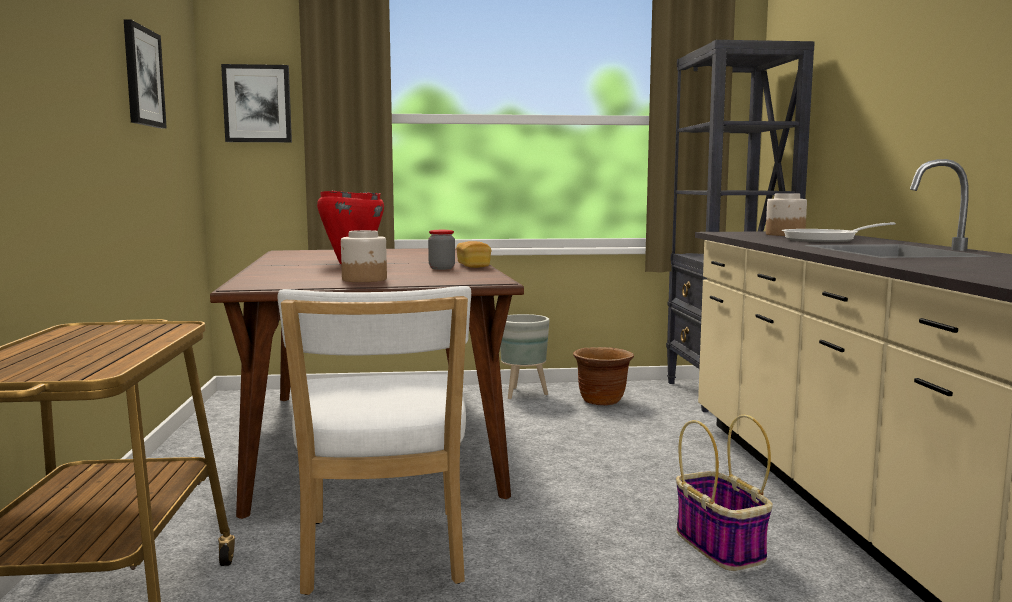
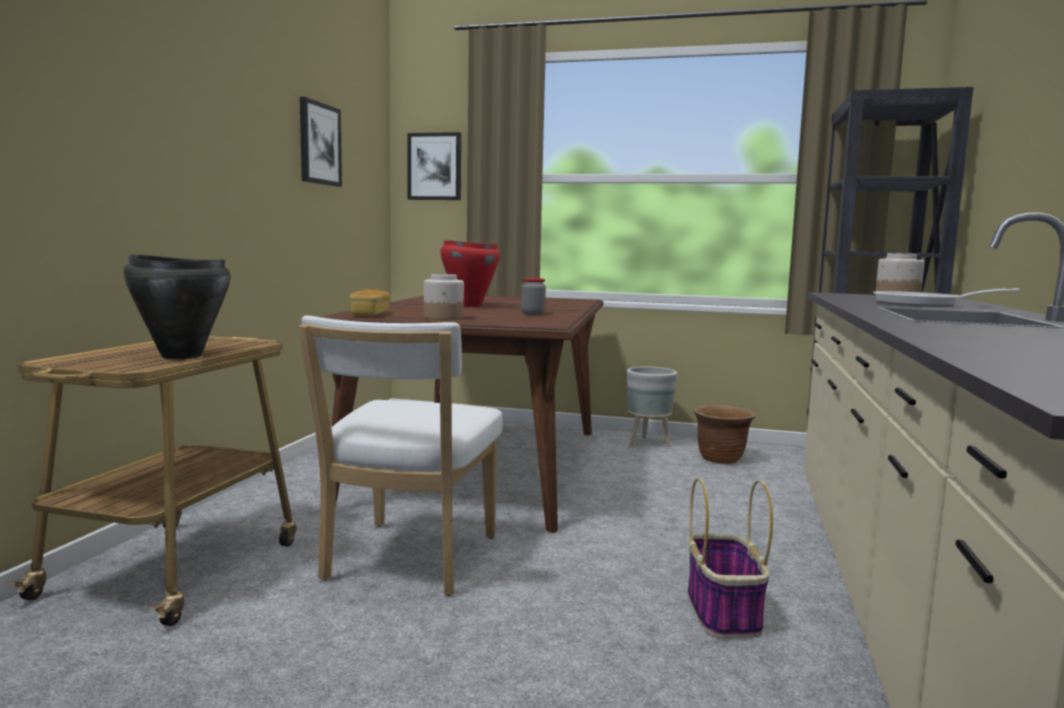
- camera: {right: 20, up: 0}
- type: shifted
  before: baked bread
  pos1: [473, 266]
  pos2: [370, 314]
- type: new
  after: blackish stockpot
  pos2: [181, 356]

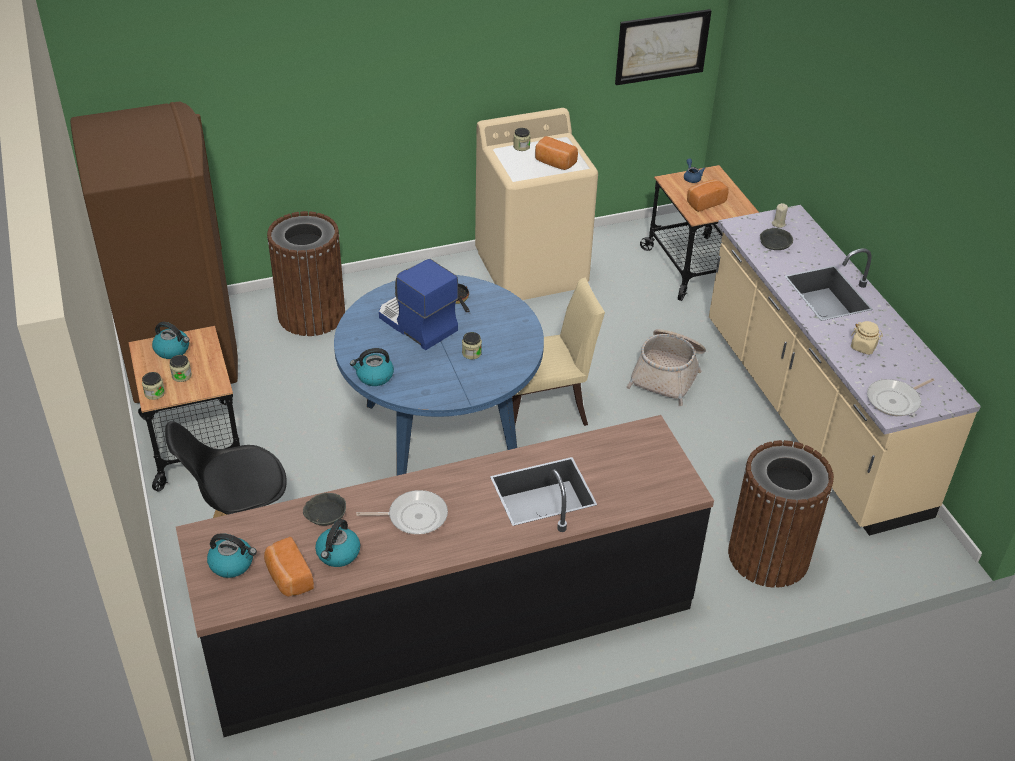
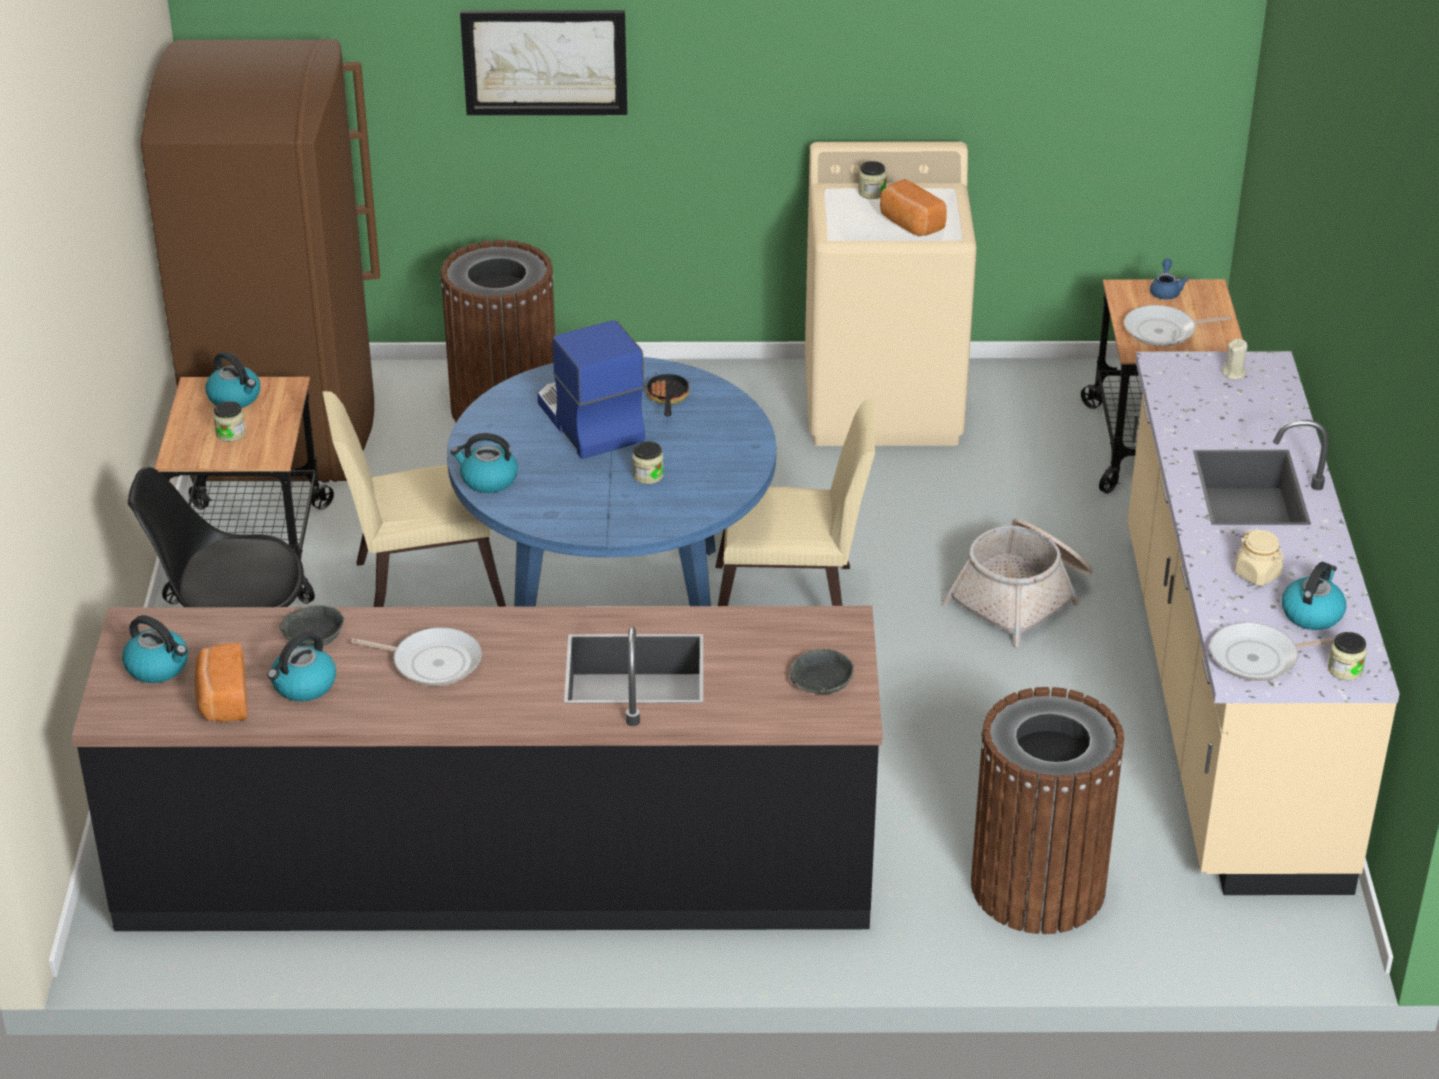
- camera: {right: 20, up: -5}
- type: shifted
  before: jar
  pos1: [154, 393]
  pos2: [1345, 670]
- type: shifted
  before: wall picture
  pos1: [662, 46]
  pos2: [545, 61]
- type: swapped
  before: baked bread
  after: skillet
  pos1: [704, 202]
  pos2: [1164, 331]
- type: shifted
  before: greyish serving bowl
  pos1: [774, 244]
  pos2: [820, 680]
- type: new
  after: beige-coloured chair
  pos2: [418, 589]
- type: new
  after: water kettle
  pos2: [1312, 613]

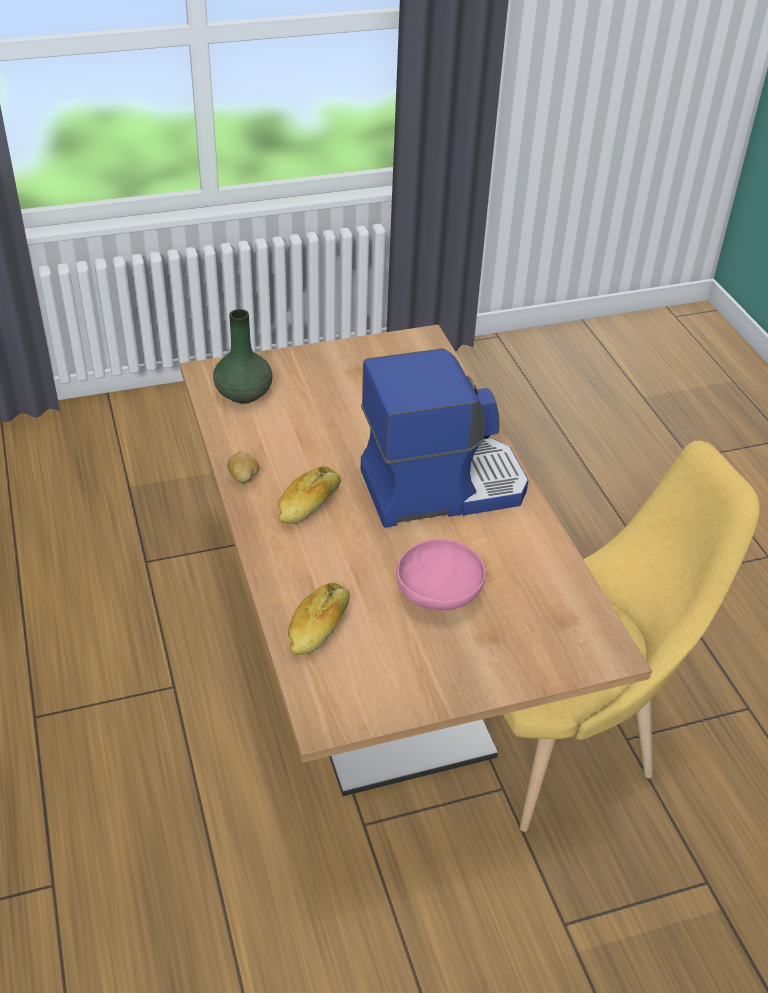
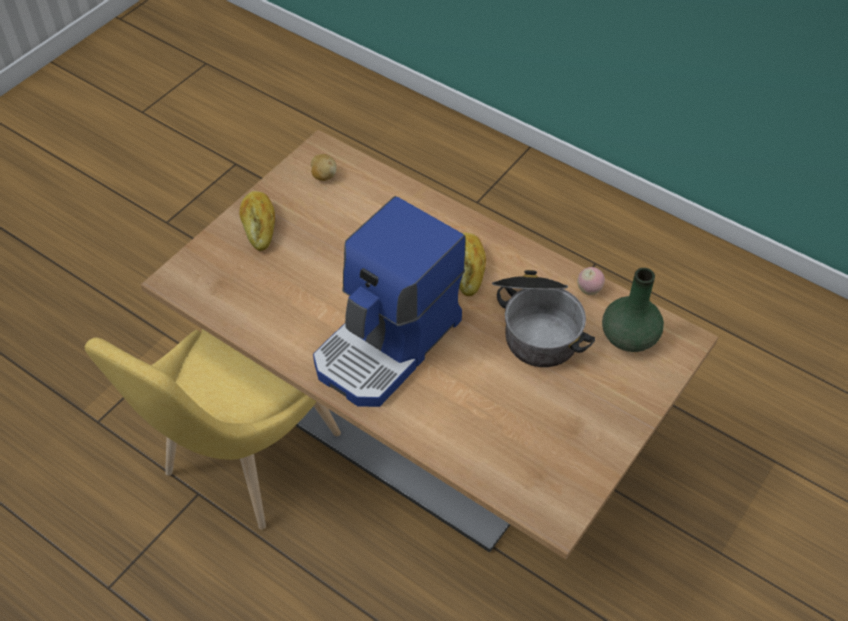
- camera: {right: 145, up: 10}
- type: shifted
  before: spud
  pos1: [243, 478]
  pos2: [323, 176]
- type: shifted
  before: baked bread
  pos1: [319, 627]
  pos2: [259, 226]
- type: gone
  before: pink-coloured serving bowl
  pos1: [439, 595]
- type: new
  after: stockpot
  pos2: [537, 327]
- type: new
  after: apple fruit
  pos2: [589, 290]

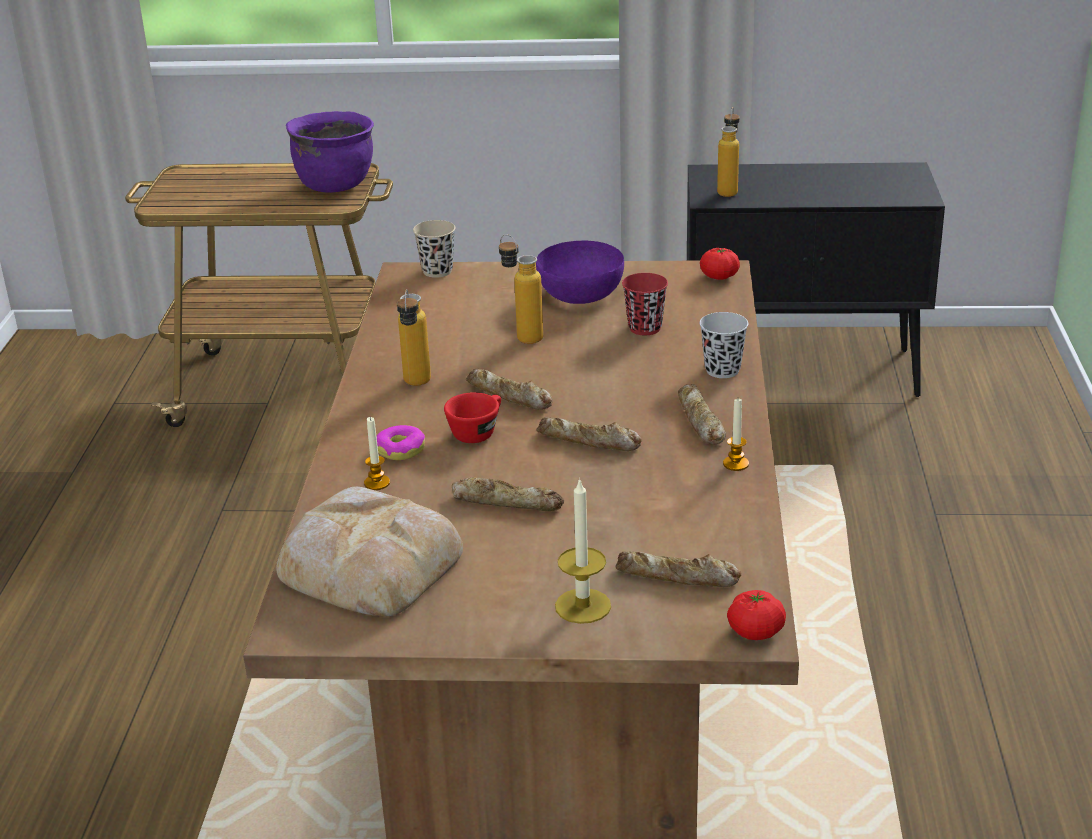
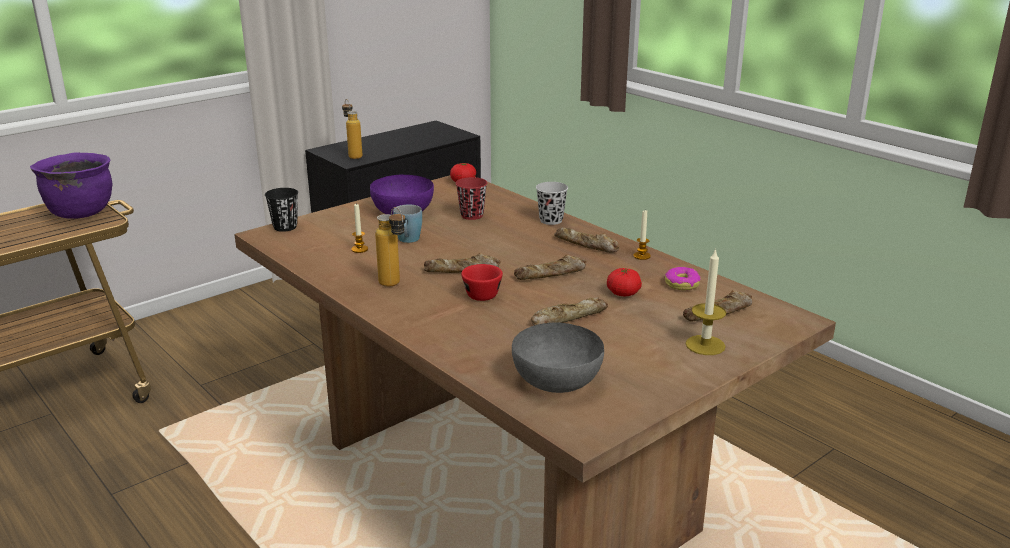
- camera: {right: -45, up: -5}
- type: swapped
  before: baked bread
  after: greyish serving bowl
  pos1: [369, 562]
  pos2: [555, 380]
- type: shifted
  before: wax light
  pos1: [377, 483]
  pos2: [359, 249]
- type: shifted
  before: doughnut
  pos1: [401, 450]
  pos2: [682, 284]
- type: repainted
  before: beige-coloured drinking cup
  after: blackish drinking cup
  pos1: [437, 271]
  pos2: [285, 227]
- type: swapped
  before: bottle
  after: blue-coloured tea mug
  pos1: [522, 335]
  pos2: [408, 240]
- type: shifted
  before: tomato
  pos1: [755, 631]
  pos2: [623, 293]

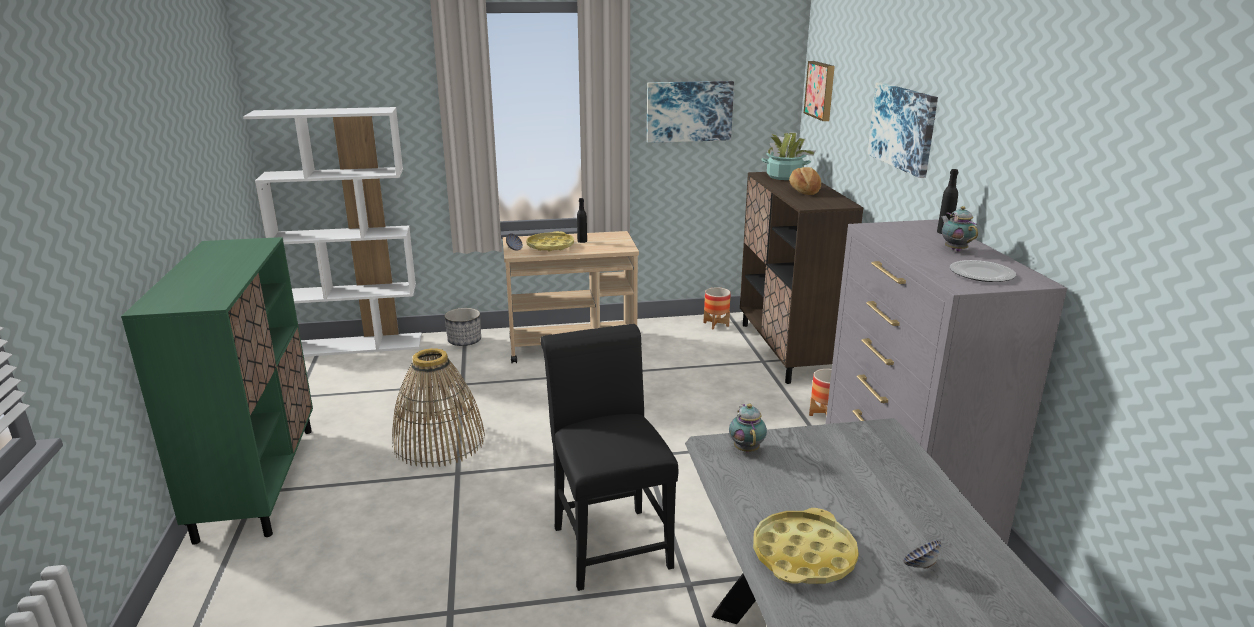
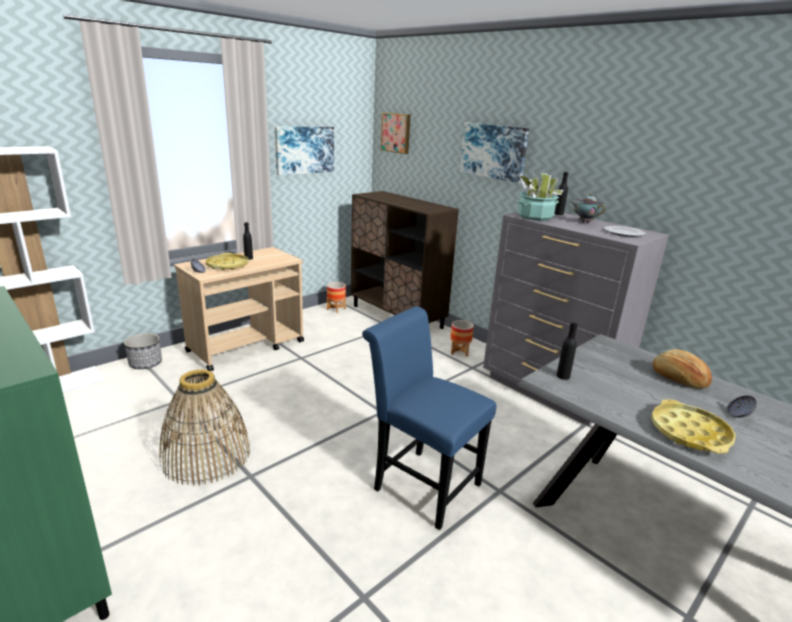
- camera: {right: -35, up: 0}
- type: repainted
  before: blackish chair
  after: blue-coloured chair
  pos1: [608, 541]
  pos2: [421, 483]
- type: swapped
  before: tea pot
  after: blackish bottle
  pos1: [746, 448]
  pos2: [563, 376]
- type: shifted
  before: plant in a pot
  pos1: [784, 176]
  pos2: [535, 217]
- type: shifted
  before: baked bread
  pos1: [804, 191]
  pos2: [678, 379]

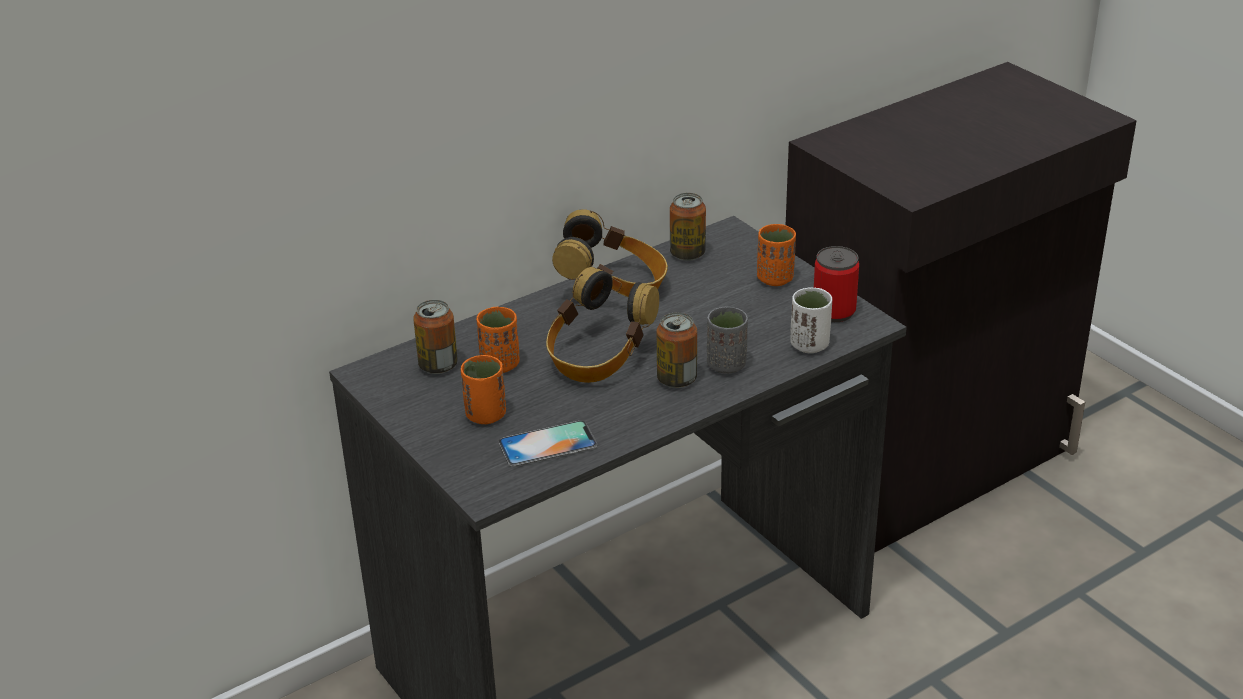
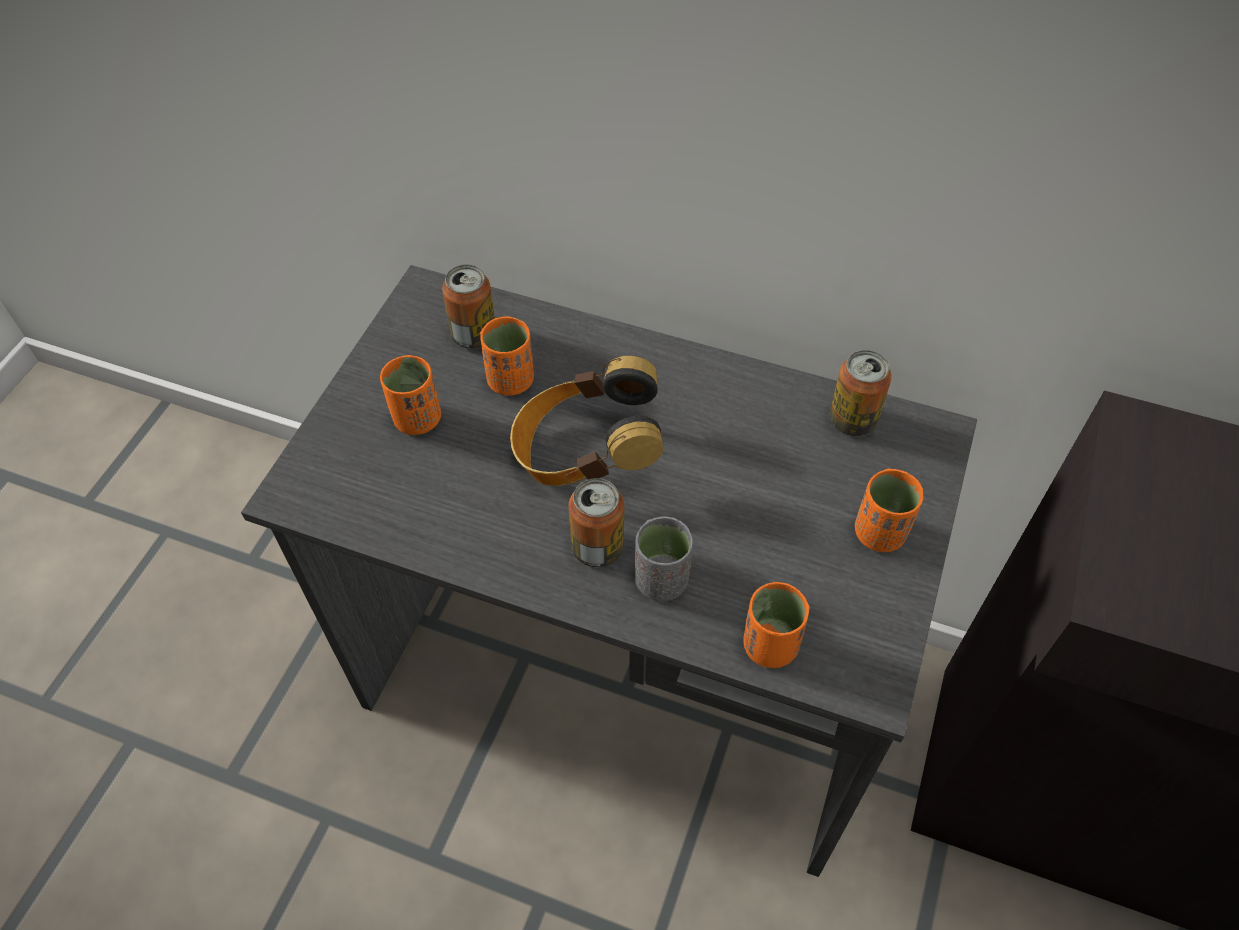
- camera: {right: 55, up: 20}
- type: gone
  before: telephone
  pos1: [547, 444]
- type: gone
  before: headset
  pos1: [614, 288]
- type: repainted
  before: white-coloured drinking cup
  after: orangey drinking cup
  pos1: [809, 345]
  pos2: [770, 645]
- type: gone
  before: can
  pos1: [834, 311]

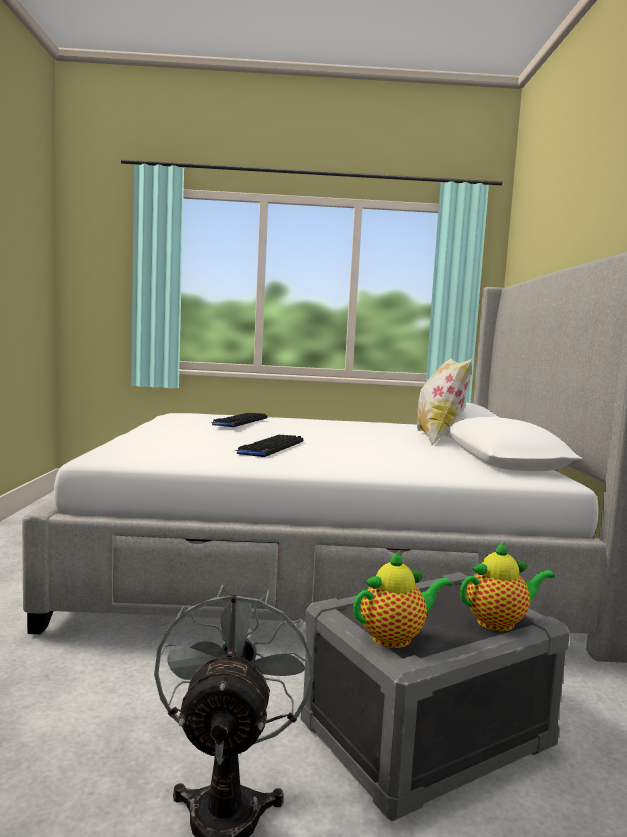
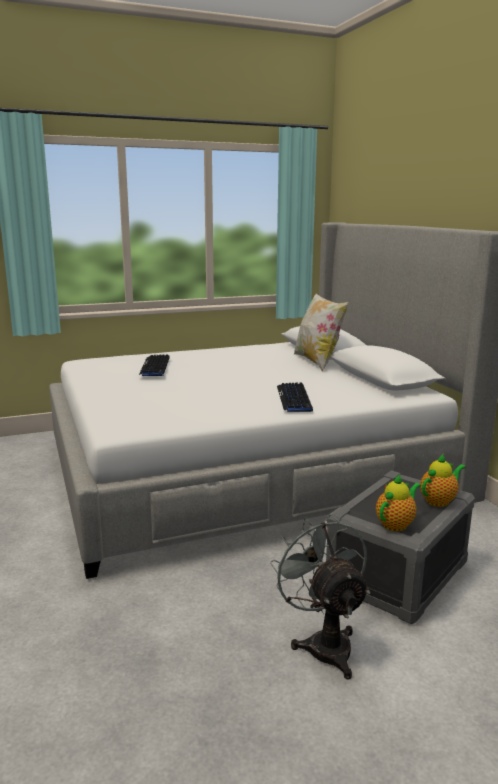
- camera: {right: -20, up: 10}
- type: shifted
  before: keyboard
  pos1: [270, 447]
  pos2: [294, 398]

